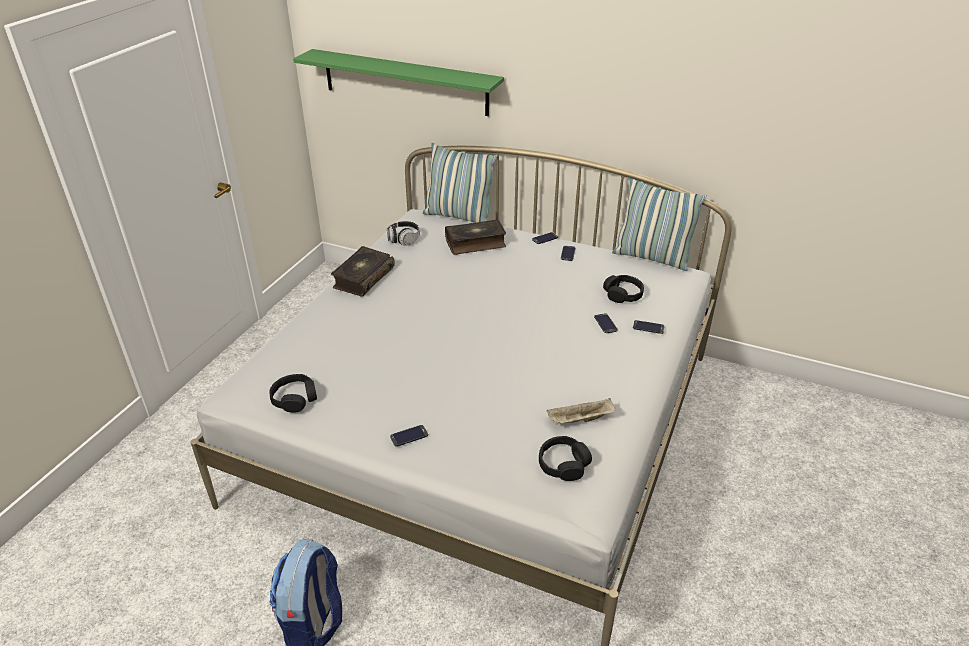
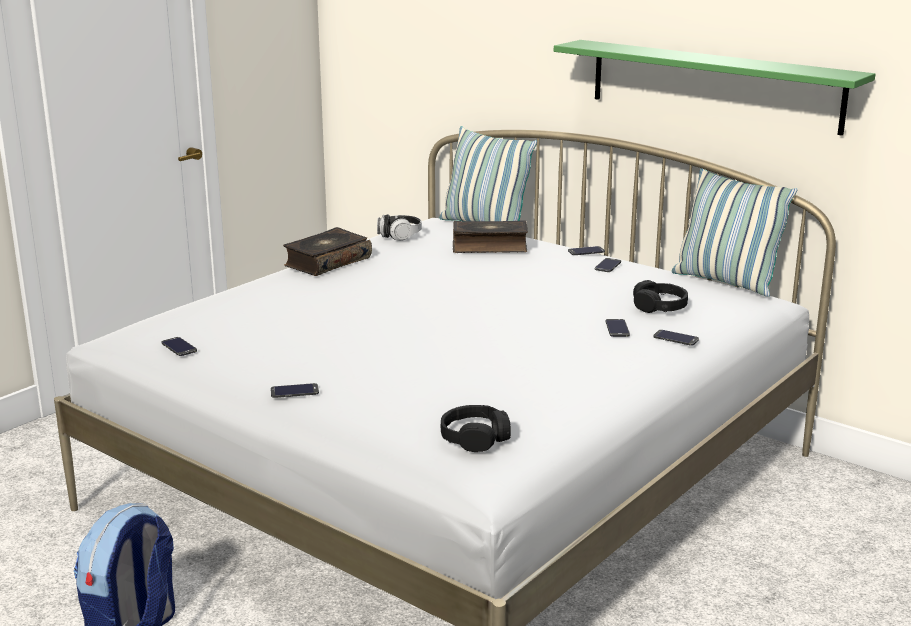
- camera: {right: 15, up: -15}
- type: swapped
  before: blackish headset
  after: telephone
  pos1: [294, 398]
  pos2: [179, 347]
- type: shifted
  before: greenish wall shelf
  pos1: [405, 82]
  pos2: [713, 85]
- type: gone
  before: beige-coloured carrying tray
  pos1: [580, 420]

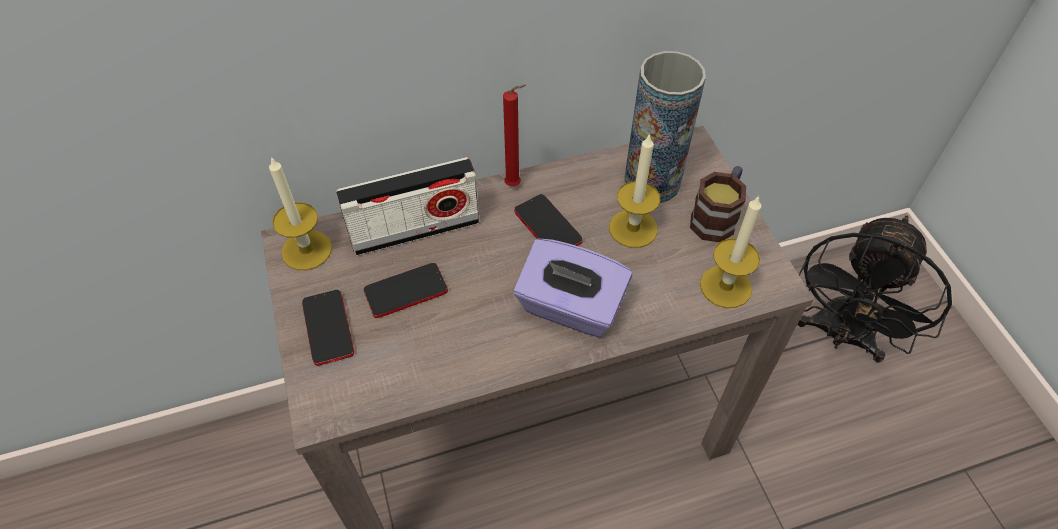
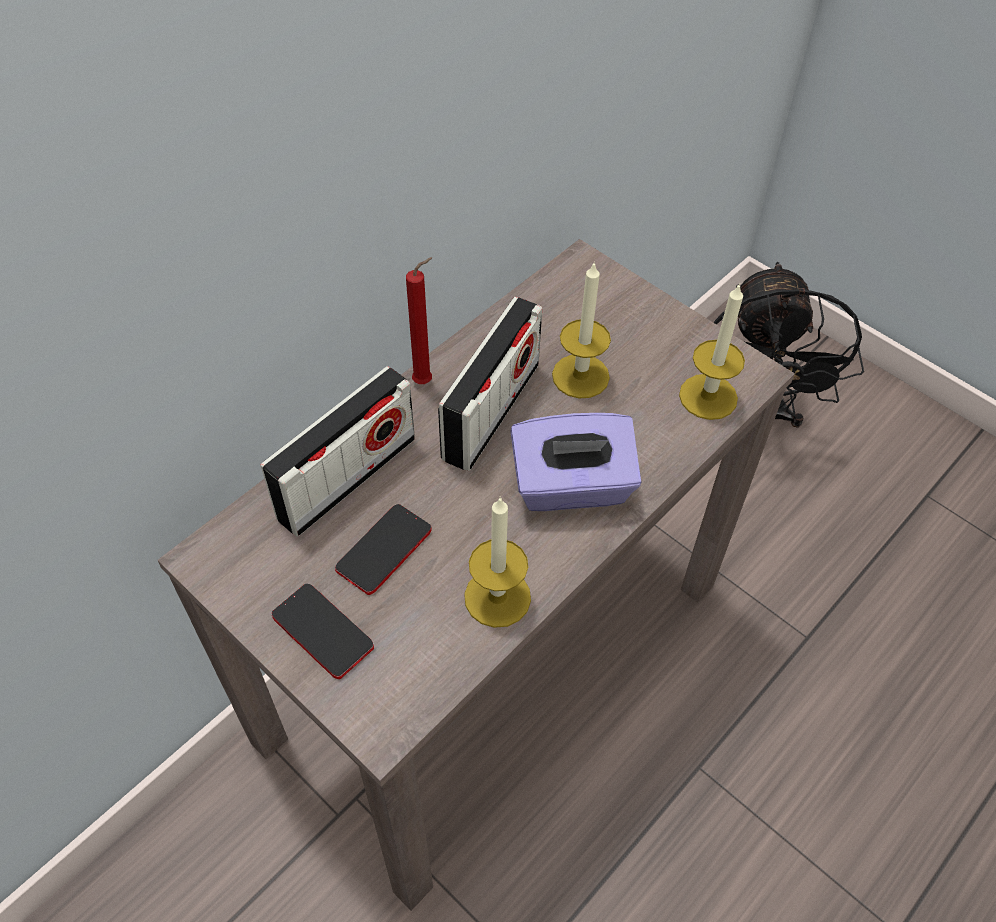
- camera: {right: -30, up: 0}
- type: shifted
  before: wax light
  pos1: [306, 250]
  pos2: [497, 597]
- type: swapped
  before: telephone
  after: radio receiver
  pos1: [548, 226]
  pos2: [491, 411]
- type: gone
  before: vase
  pos1: [652, 182]
- type: gone
  before: tea mug
  pos1: [716, 217]

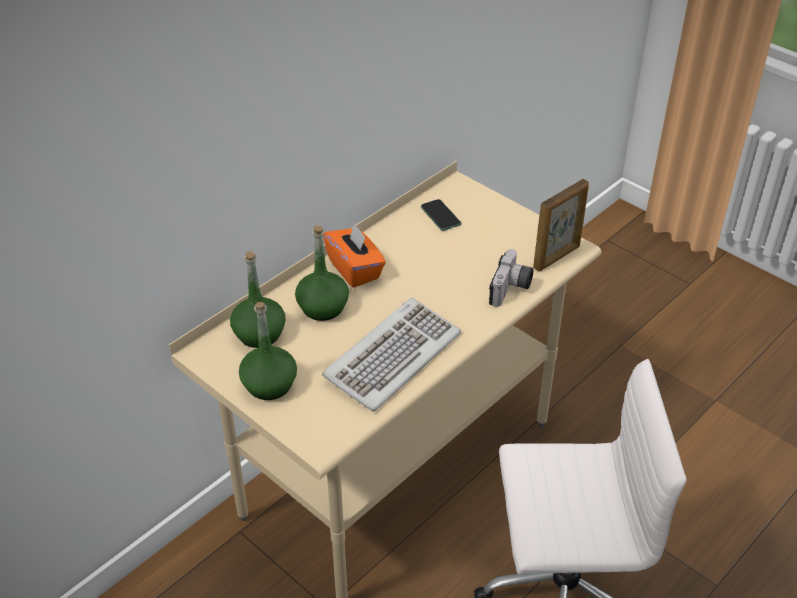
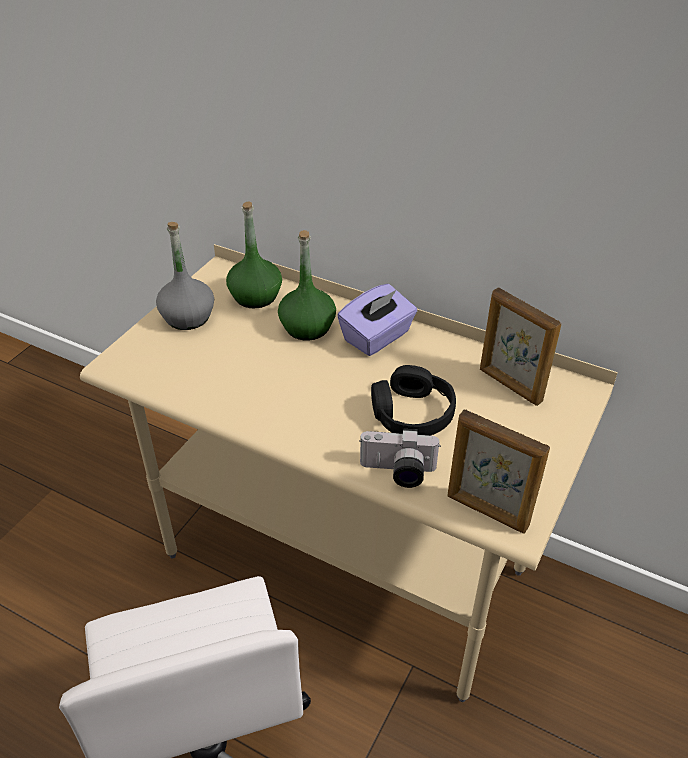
- camera: {right: 75, up: 0}
- type: repainted
  before: greenish bottle
  after: greyish bottle
  pos1: [269, 384]
  pos2: [188, 317]
- type: gone
  before: keyboard
  pos1: [392, 356]
- type: repainted
  before: orangey tissue box
  after: purple-coloured tissue box
  pos1: [355, 269]
  pos2: [377, 337]
- type: swapped
  before: telephone
  after: photo frame
  pos1: [440, 216]
  pos2: [509, 386]
- type: new
  after: blackish headset
  pos2: [412, 413]

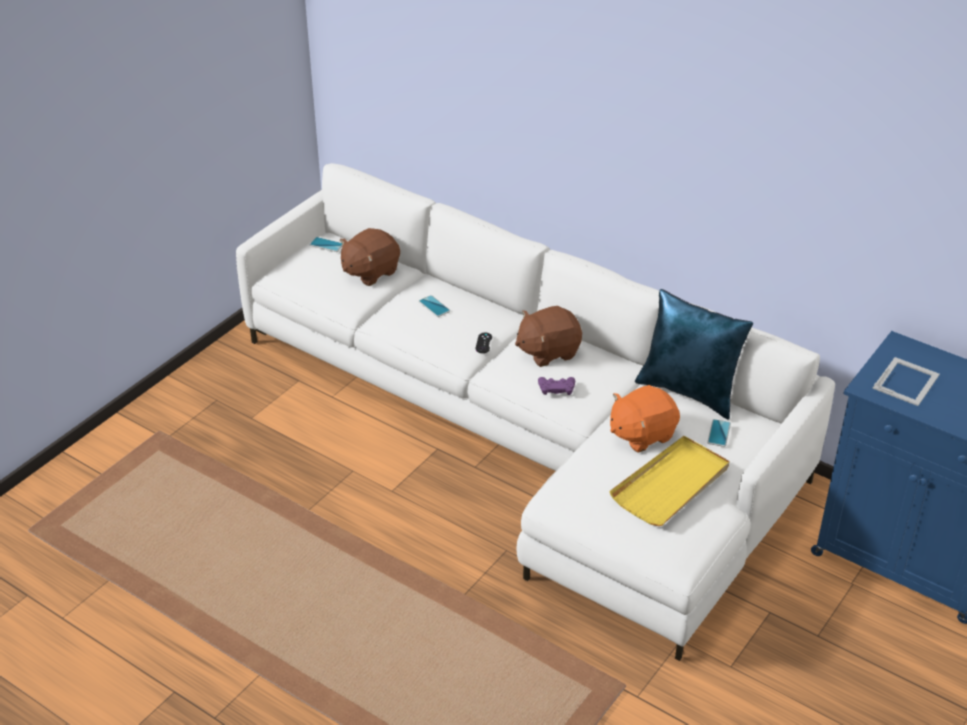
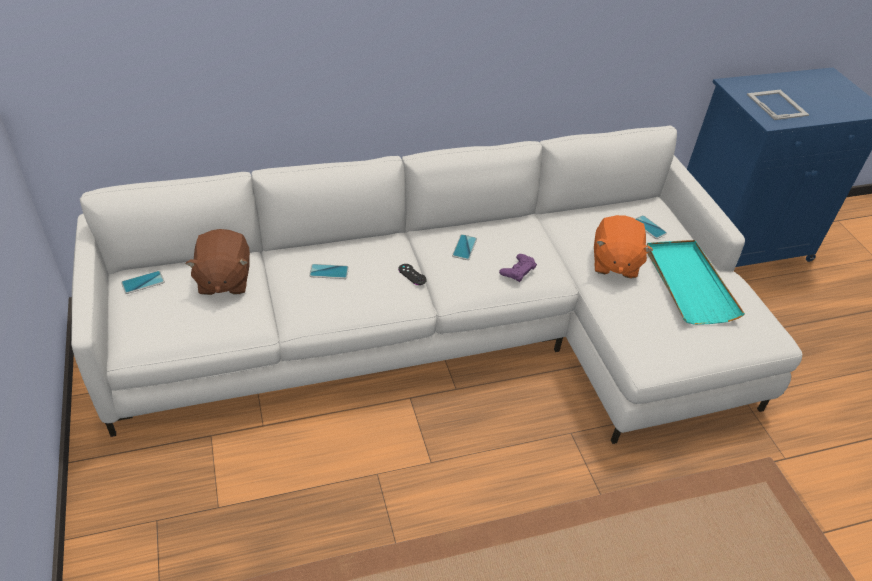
- camera: {right: -55, up: 5}
- type: swapped
  before: brown cuddly toy
  after: telephone
  pos1: [548, 351]
  pos2: [464, 247]
- type: repainted
  before: yellow carrying tray
  after: turquoise-coloured carrying tray
  pos1: [671, 484]
  pos2: [688, 283]
- type: gone
  before: blue-coloured pillow
  pos1: [689, 391]

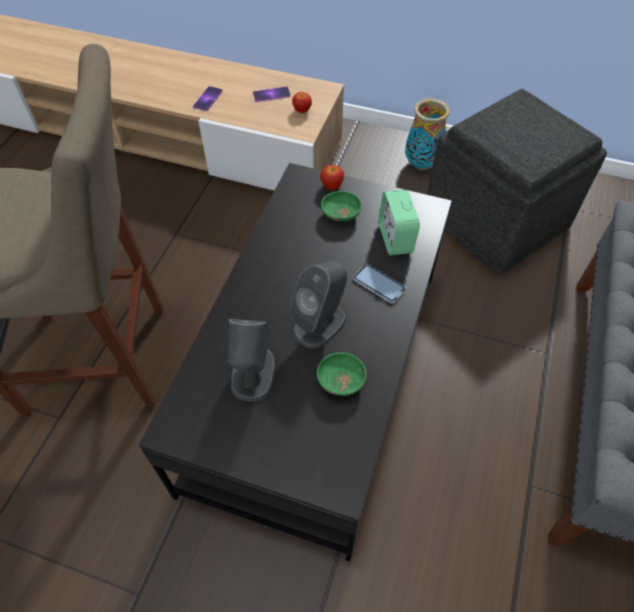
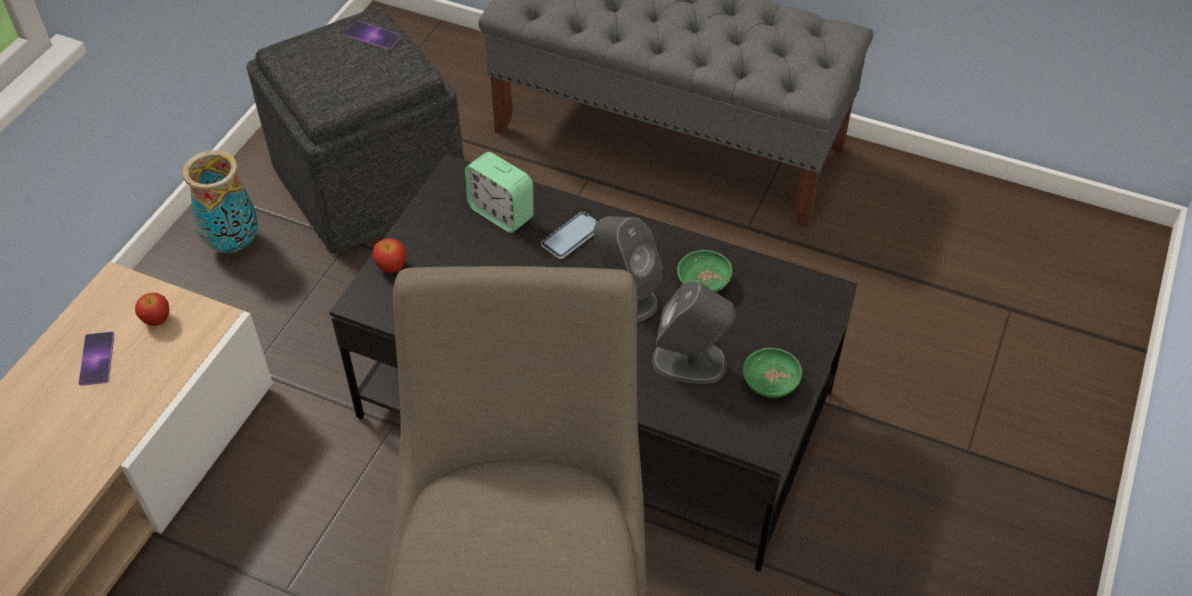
- camera: {right: -85, up: -5}
- type: shifted
  before: telephone
  pos1: [208, 99]
  pos2: [372, 36]
- type: shifted
  before: greenish serving bowl
  pos1: [340, 214]
  pos2: [770, 383]
- type: rotated
  before: bedside clock
  pos1: [395, 238]
  pos2: [501, 213]
  turn: 45

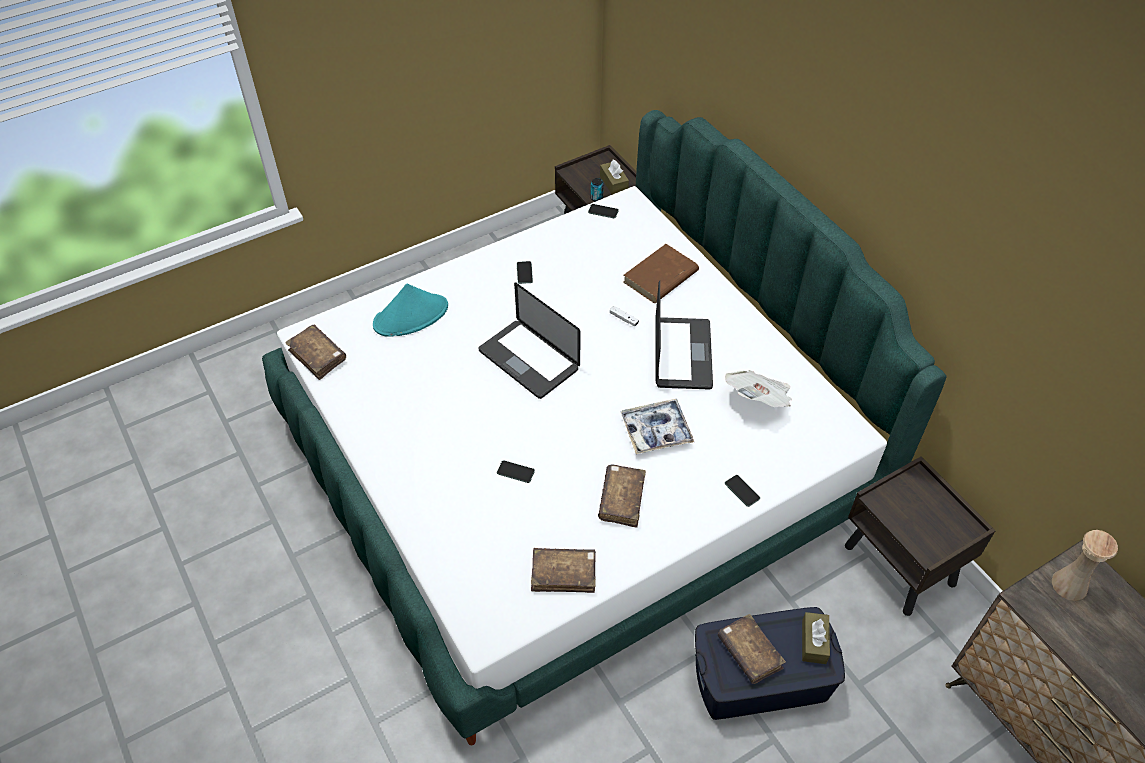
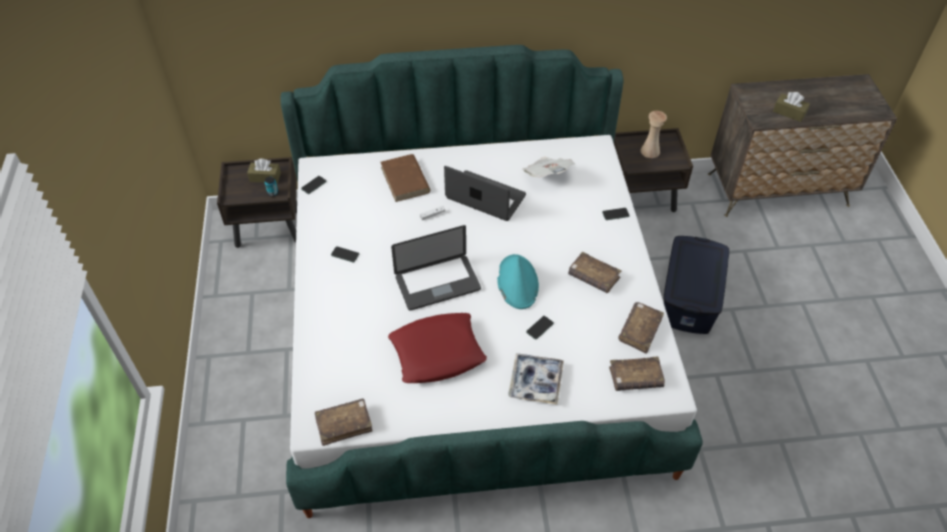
- camera: {right: -65, up: 0}
- type: shifted
  before: turquoise-coloured hat
  pos1: [411, 316]
  pos2: [517, 282]
- type: shifted
  before: carrying tray
  pos1: [656, 431]
  pos2: [535, 382]
- type: shifted
  before: brown book
  pos1: [749, 653]
  pos2: [635, 378]
- type: shifted
  before: brown tissue box
  pos1: [814, 642]
  pos2: [789, 112]
- type: shifted
  before: beige-coloured vase
  pos1: [1069, 585]
  pos2: [650, 151]
- type: new
  after: red pillow
  pos2: [437, 352]

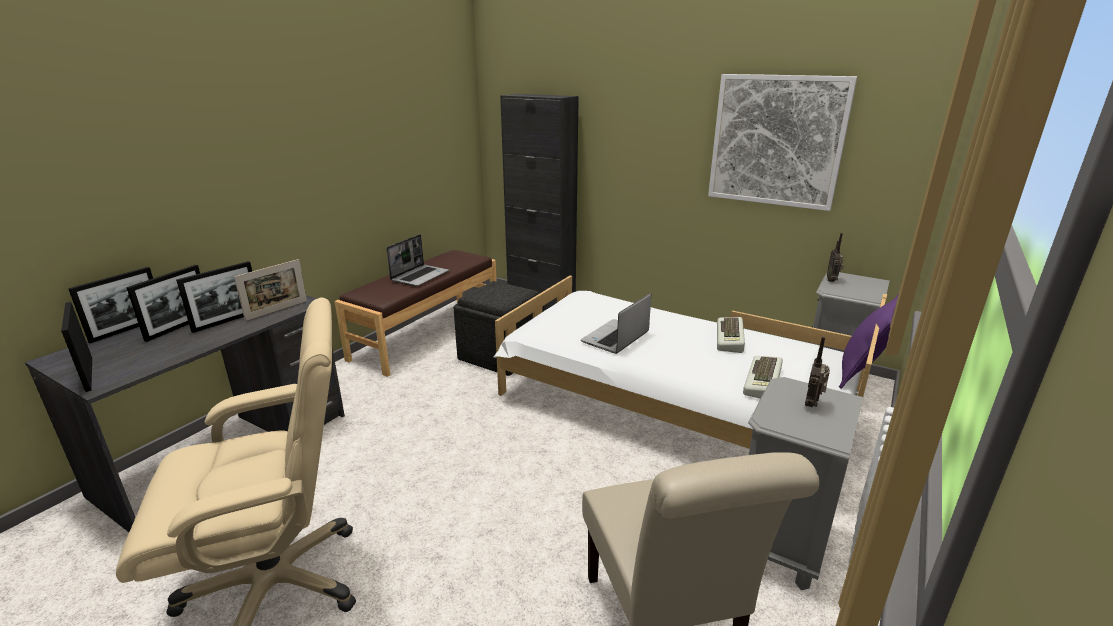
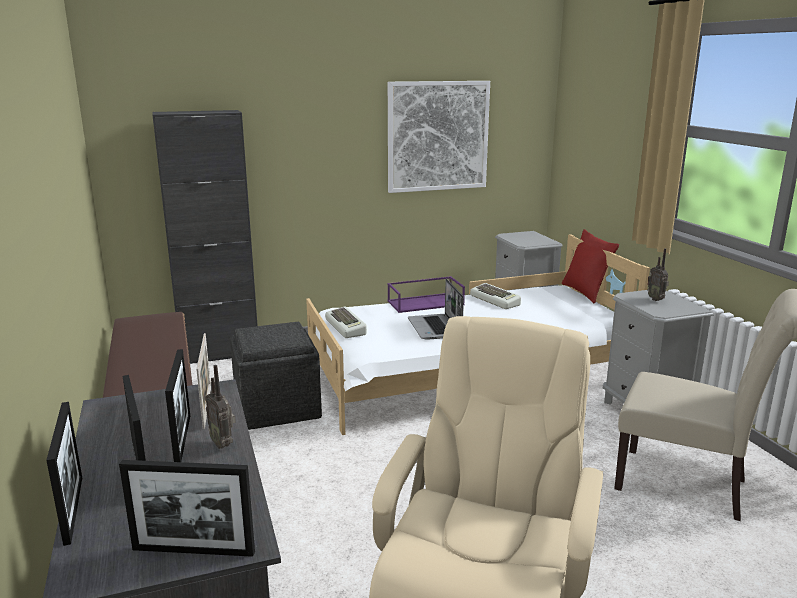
- camera: {right: -50, up: -5}
- type: gone
  before: notebook computer
  pos1: [420, 276]
- type: shifted
  before: keyboard
  pos1: [764, 382]
  pos2: [347, 327]
- type: shifted
  before: radio receiver
  pos1: [832, 280]
  pos2: [223, 443]
- type: repainted
  before: purple-coloured pillow
  after: red pillow
  pos1: [860, 373]
  pos2: [585, 292]
- type: new
  after: purple-coloured carrying tray
  pos2: [426, 302]

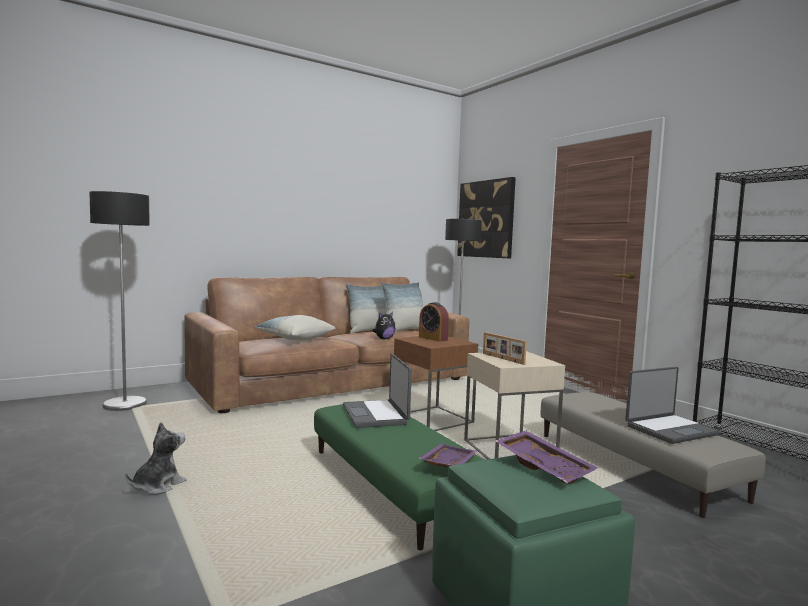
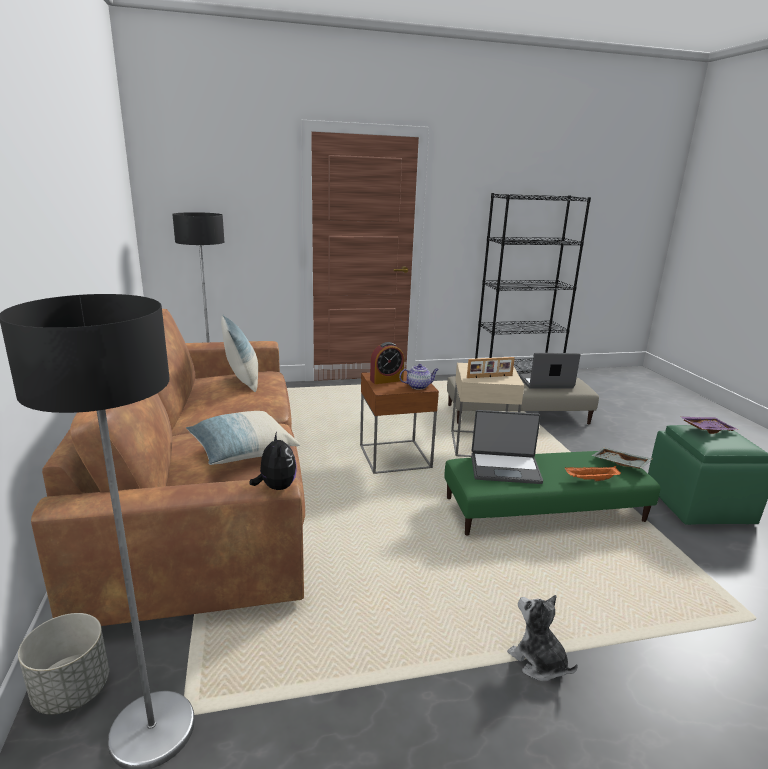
- camera: {right: -70, up: 15}
- type: gone
  before: pillow
  pos1: [370, 331]
- type: shifted
  before: cuddly toy
  pos1: [384, 339]
  pos2: [276, 487]
- type: repainted
  before: purple-coloured carrying tray
  after: greyish carrying tray
  pos1: [447, 464]
  pos2: [619, 464]
- type: gone
  before: wall picture
  pos1: [486, 219]
- type: rotated
  before: notebook computer
  pos1: [670, 429]
  pos2: [546, 383]
  turn: -90
- type: new
  after: greyish planter
  pos2: [71, 690]
- type: new
  after: tea pot
  pos2: [418, 386]
- type: new
  after: orangey carrying tray
  pos2: [590, 480]

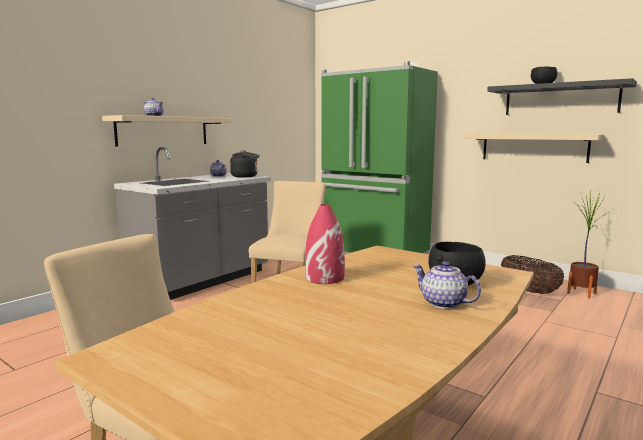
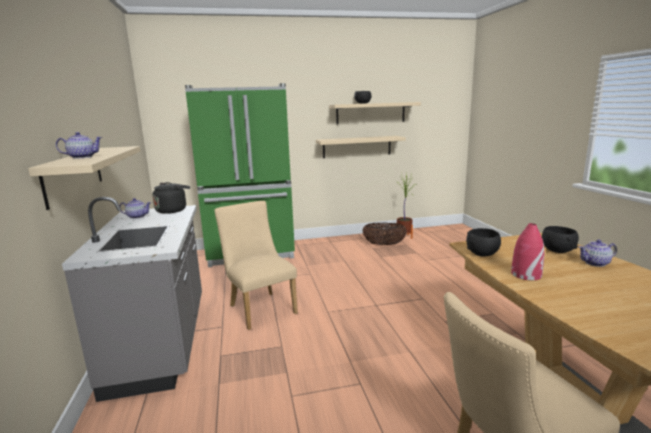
- camera: {right: -50, up: 5}
- type: repainted
  before: blackish wall shelf
  after: beige-coloured wall shelf
  pos1: [560, 99]
  pos2: [370, 113]
- type: new
  after: blackish serving bowl
  pos2: [482, 254]

